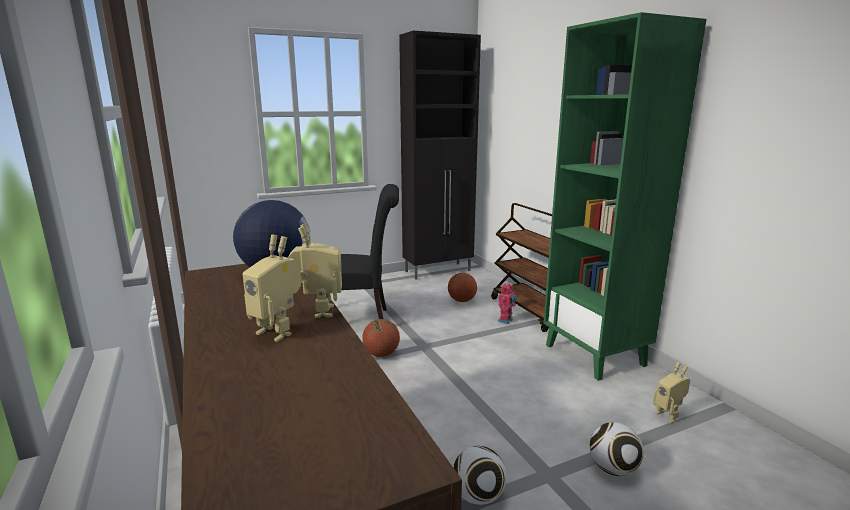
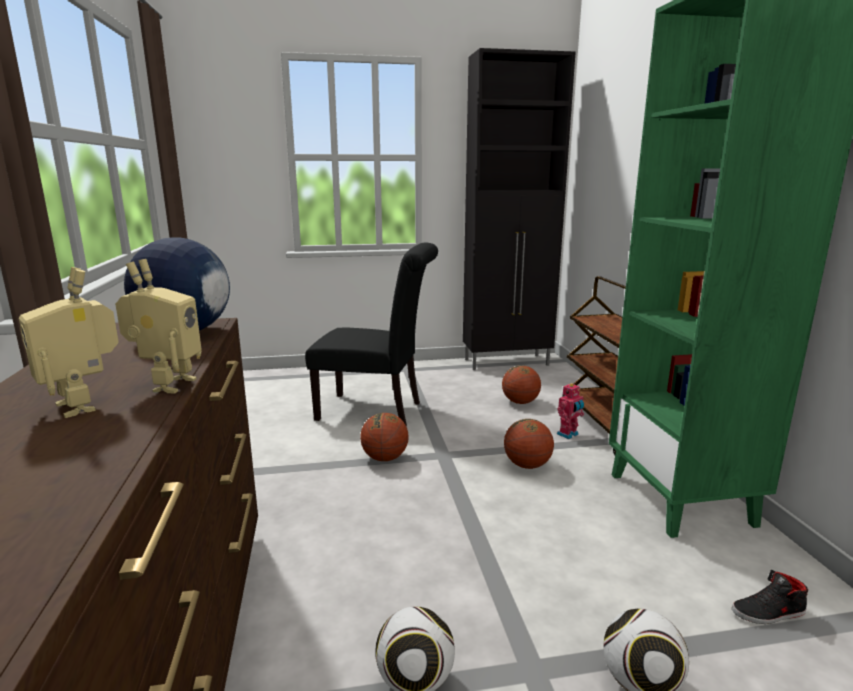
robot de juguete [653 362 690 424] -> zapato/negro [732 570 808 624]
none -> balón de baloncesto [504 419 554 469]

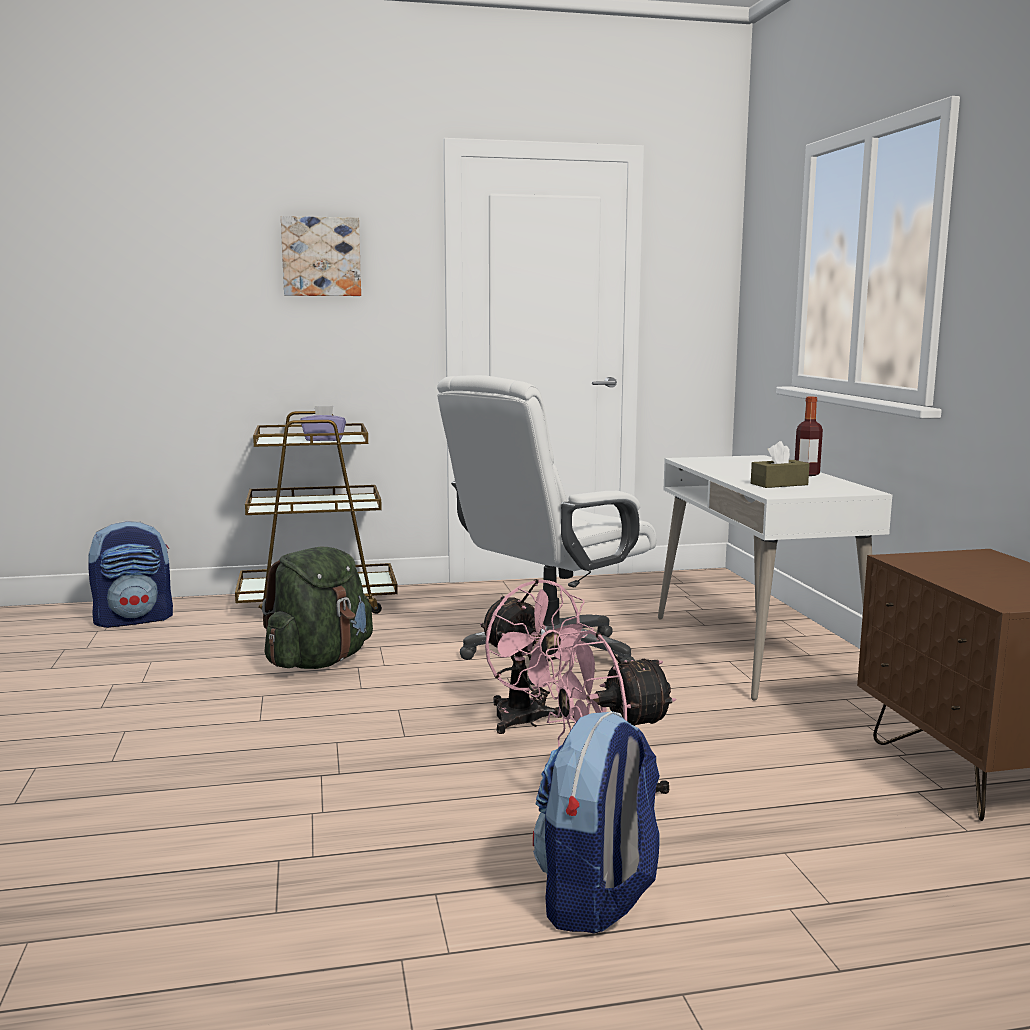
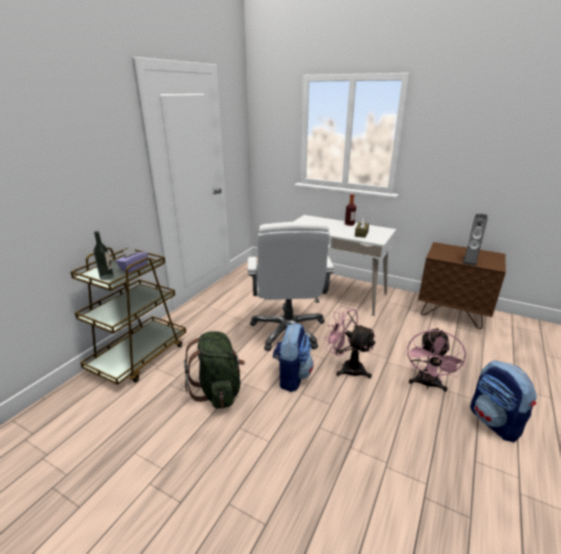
cuadro [281 216 361 296] -> none
mochila [88 521 173 628] -> mochila [273 323 314 392], move
ventilador/rosa [480 579 594 734] -> ventilador/rosa [324 306 376 379], 150 degrees counterclockwise
none -> altavoz [463 214 488 266]
none -> botella [93 231 114 280]

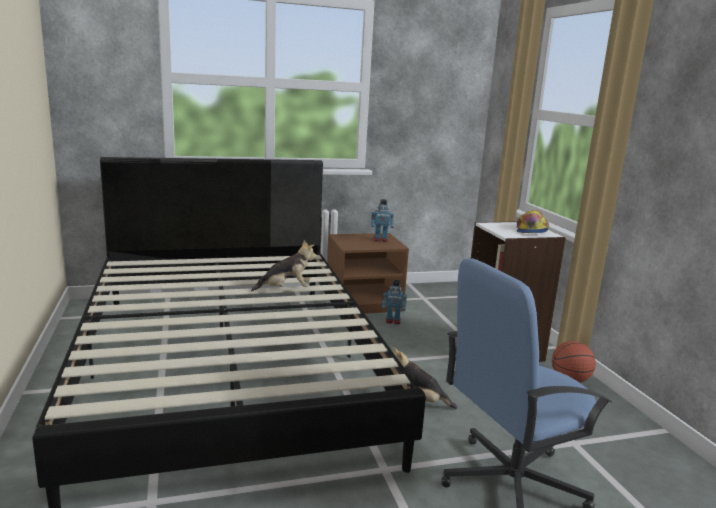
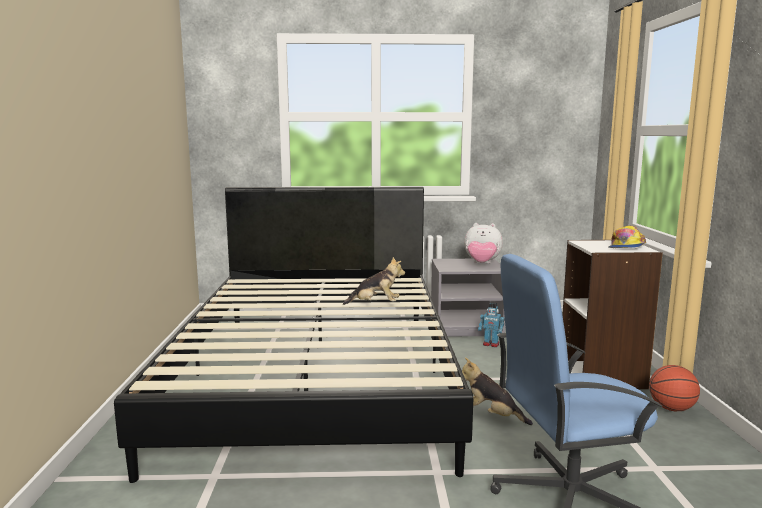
robot de juguete [371 199 394 242] -> peluche [464 223 503 264]
mesita de noche/marrón [327 233 409 314] -> mesita de noche/gris [431 258 505 337]

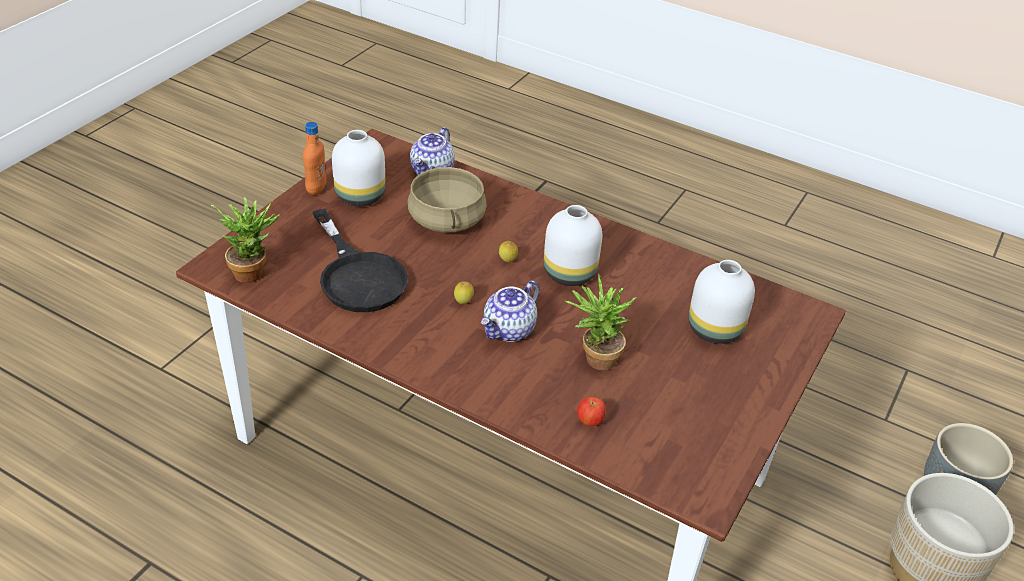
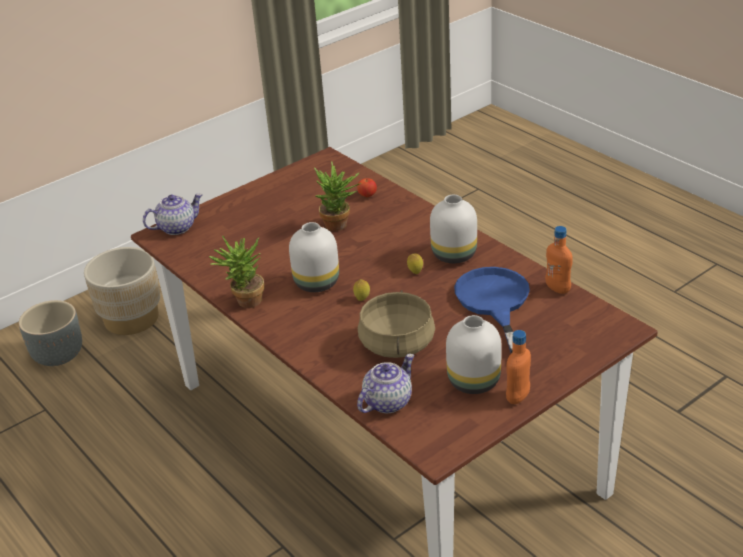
planta en maceta [211 197 281 283] -> planta en maceta [209 235 264 308], move
sartén/negro [313 209 408 312] -> sartén/azul [454 267 530 353]
florero/blanco [689 260 755 344] -> florero/blanco [430 195 477 263], move
tetera [481 280 540 342] -> tetera [143 193 203 235], move
none -> botella/naranja [545 226 573 294]

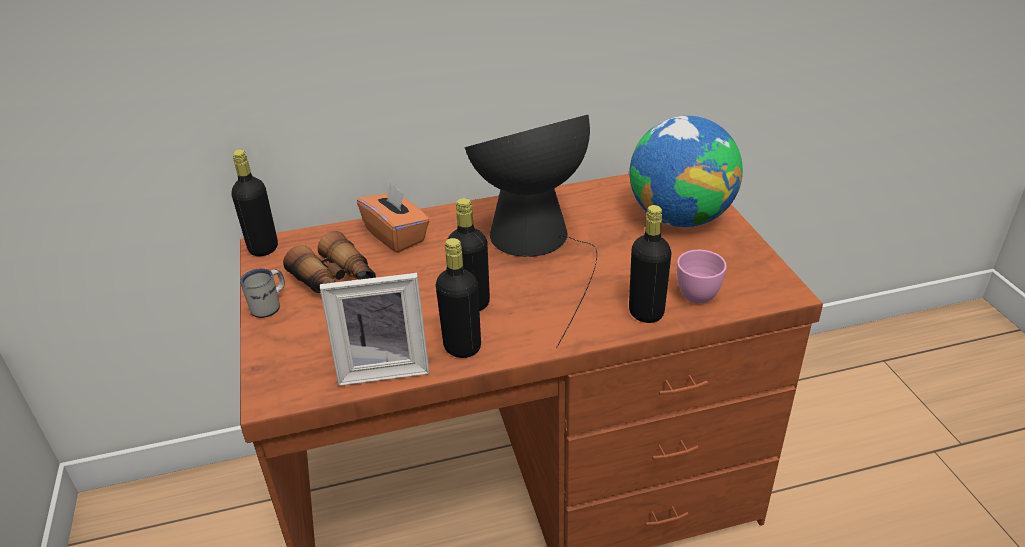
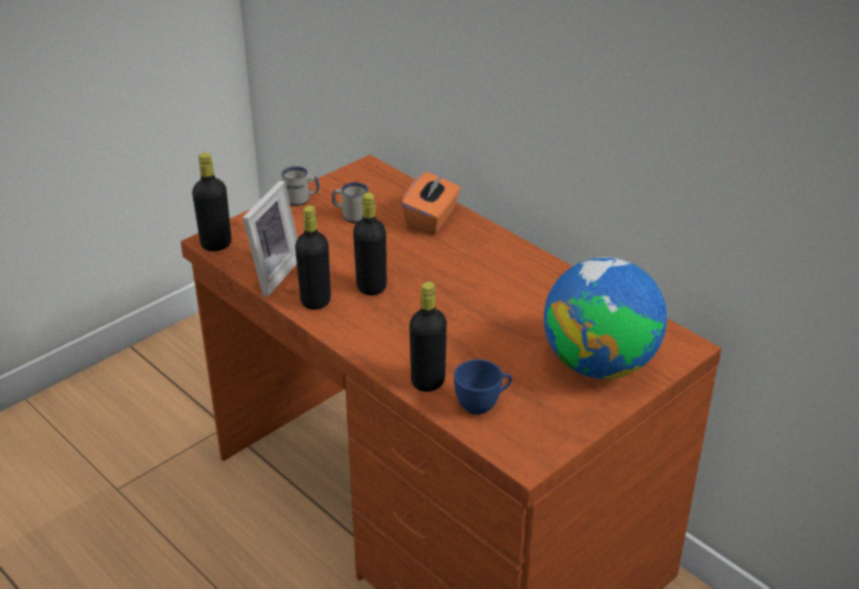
lámpara de mesa [464 114 597 348] -> none
botella/negro [232 149 278 256] -> botella/negro [192 153 231 251], move
prismáticos [283 231 376 293] -> taza grande/blanco [332 182 368 223]
taza/rosa [677 250 727 303] -> taza/azul [454 359 512 415]
portarretratos [320 273 430 386] -> portarretratos [243 181 298 297], 120 degrees counterclockwise

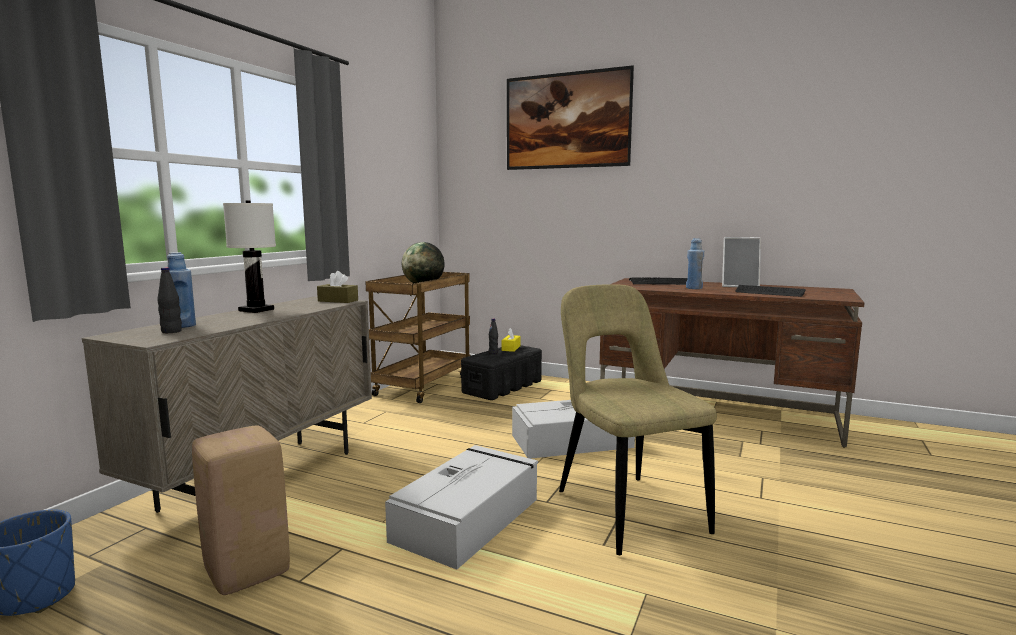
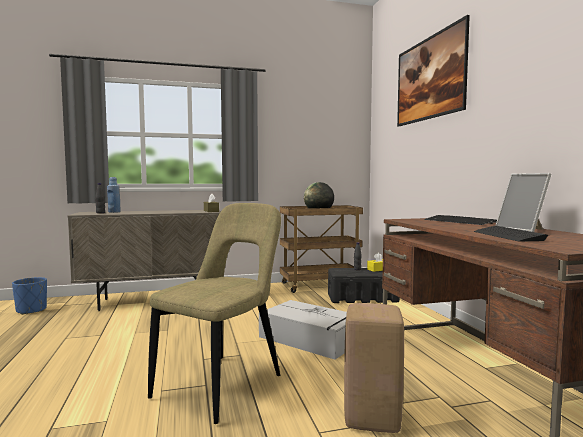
lámpara de mesa/blanco [223 201 276 313] -> none
botella/azul [686 238 704 289] -> none
taburete/beis [192 425 290 595] -> taburete/beis [344 303 404 433], move
caja de almacenaje/gris [385 445 538 570] -> none

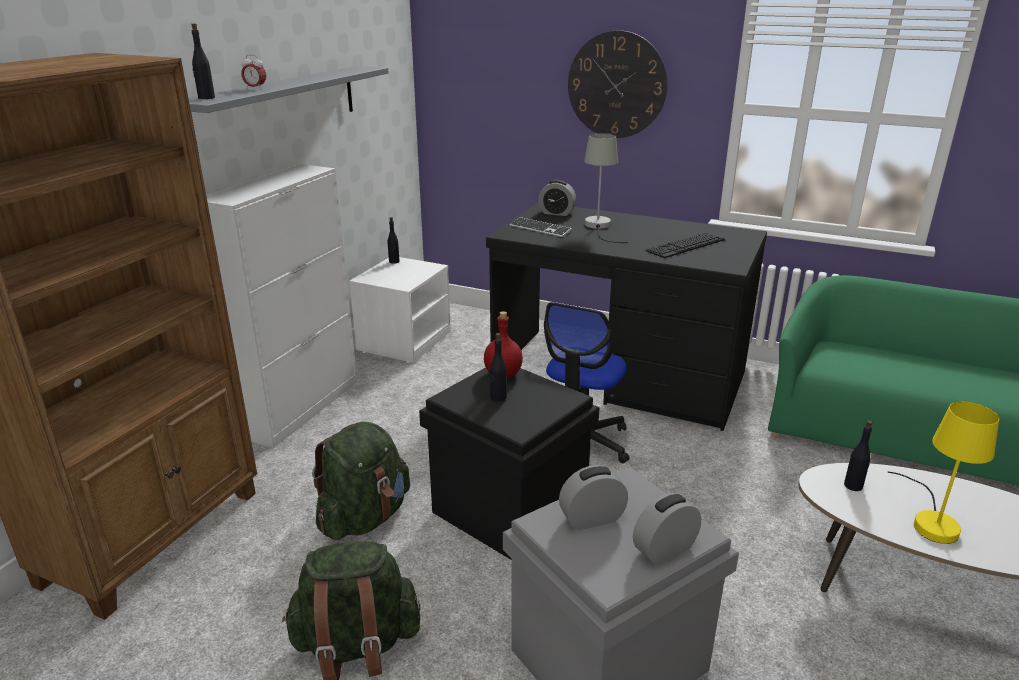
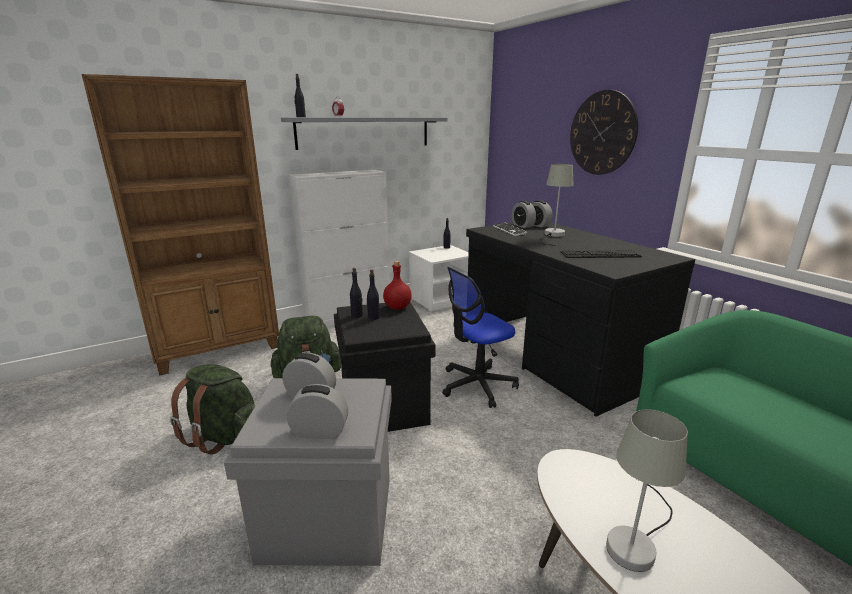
lámpara de mesa/amarillo [887 402 999 544] -> lámpara de mesa/gris [606 409 688 572]
botella/negro [844 421 872 491] -> botella/negro [350 268 363 318], move
none -> despertador [512 201 536 228]

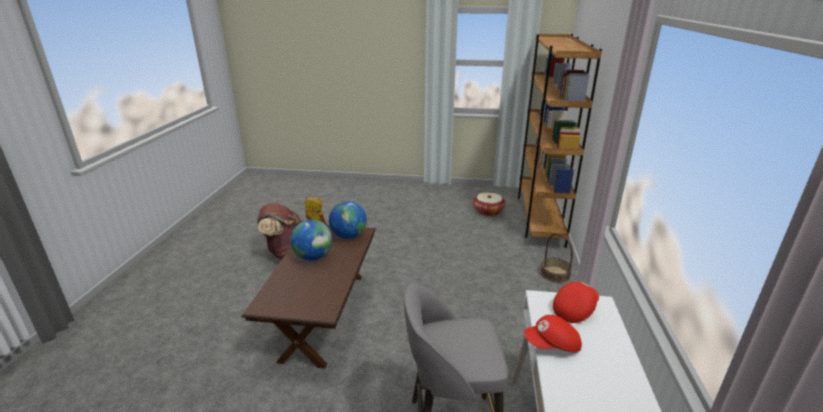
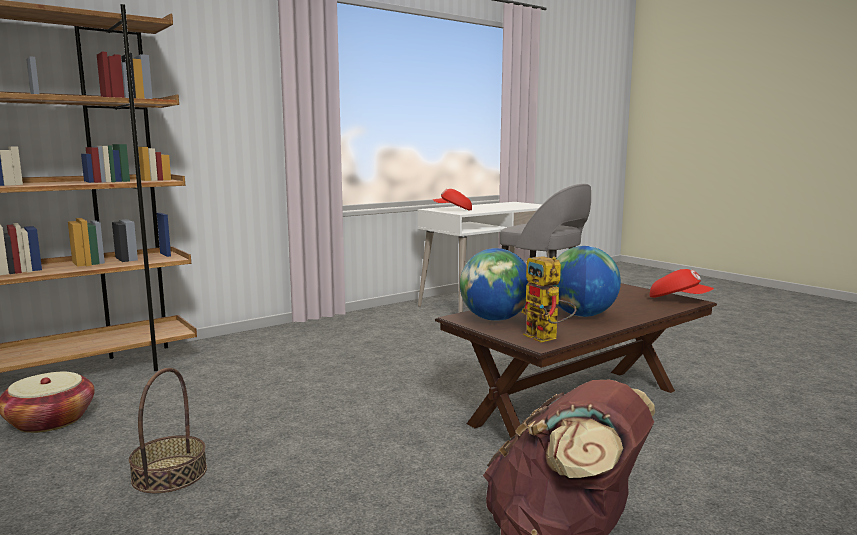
cesta [540 233 573 283] -> cesta [129 368 207 493], move
gorra/rojo [524 315 582 352] -> gorra/rojo [649 269 714 298], move

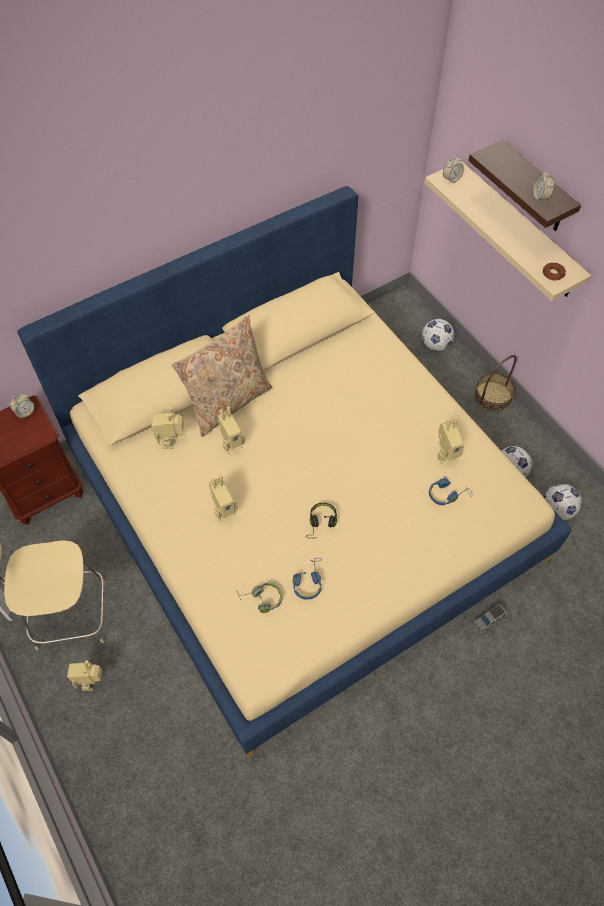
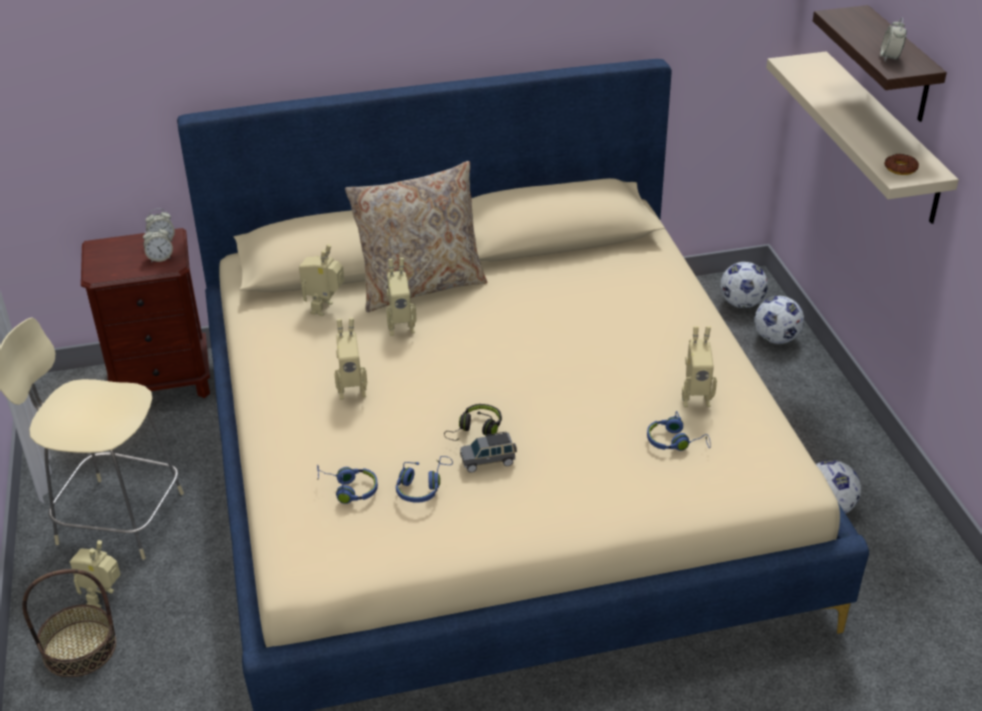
despertador [443 155 464 184] -> despertador [143 225 173 263], move
cesta [474 355 516 412] -> cesta [22 569 116 677], move
balón de fútbol [544 483 582 520] -> balón de fútbol [721 262 768 308], move
auriculares/gris [237 582 282 613] -> auriculares/azul [317 465 378 504]
coche de juguete/gris [474 604 507 633] -> coche de juguete/gris [460 432 517 473], move

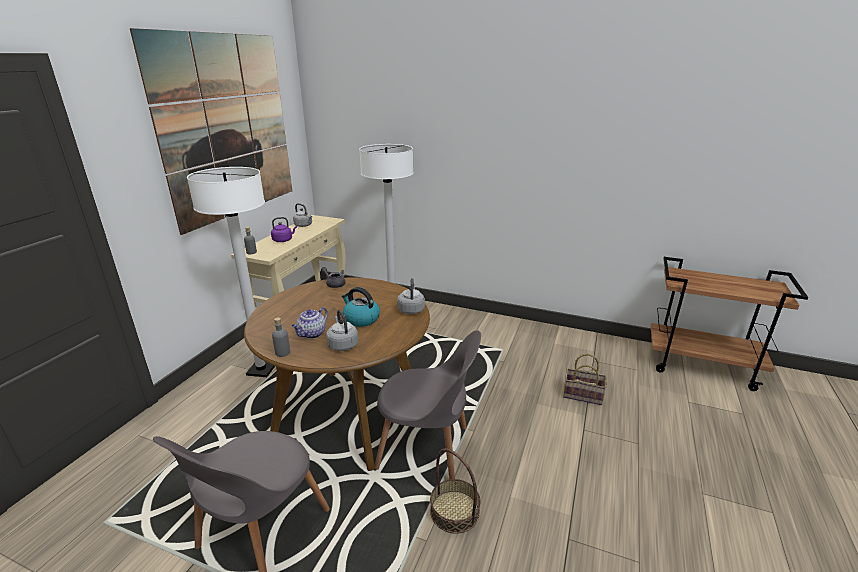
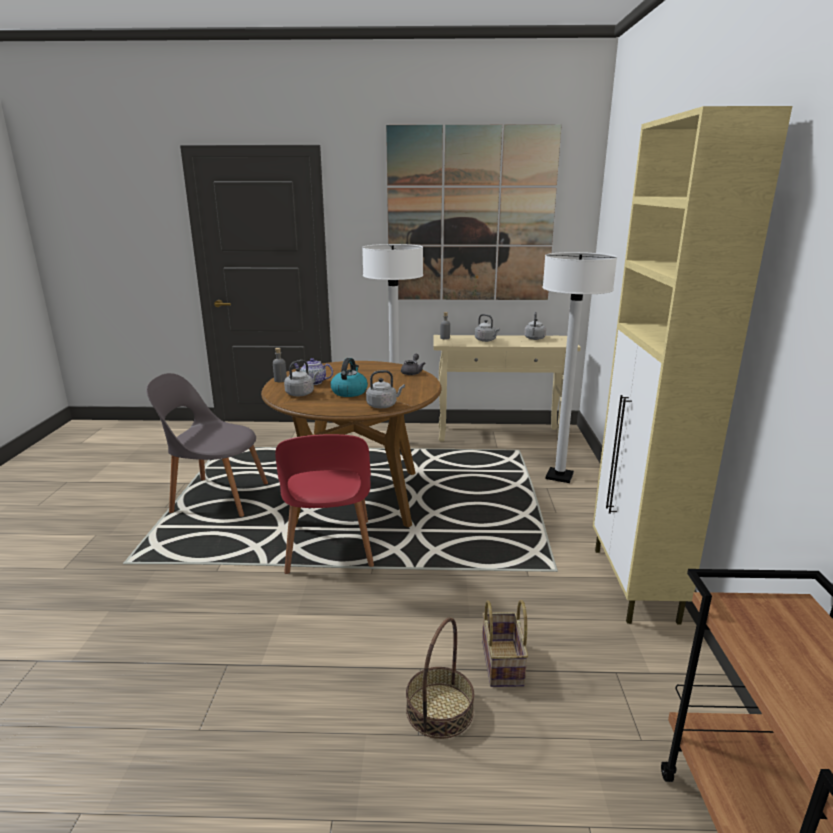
hervidor/morado [271 217 297 242] -> hervidor/gris [475 314 500 342]
silla/gris [374 330 481 479] -> silla/rojo [275 434 374 574]
cesta [430 448 481 534] -> cesta [406 617 474 739], move
none -> armario/beis [593 106 792 625]

